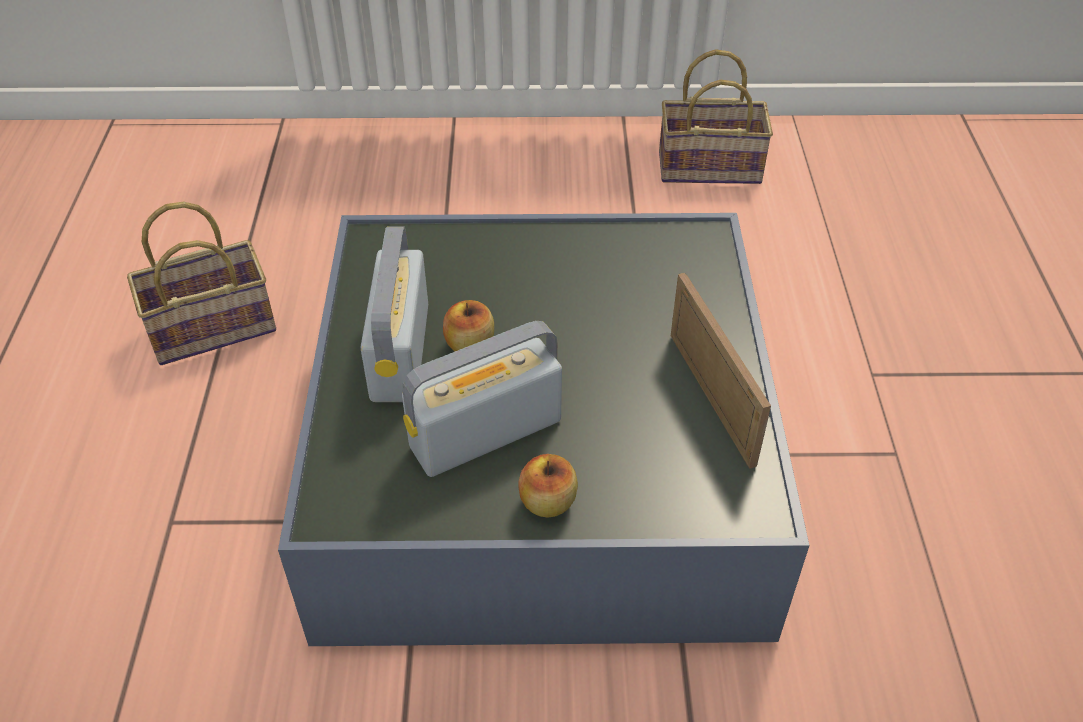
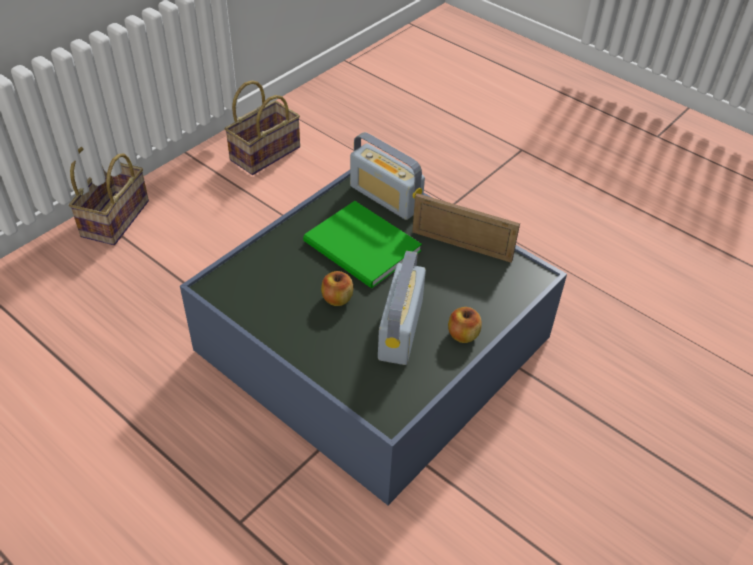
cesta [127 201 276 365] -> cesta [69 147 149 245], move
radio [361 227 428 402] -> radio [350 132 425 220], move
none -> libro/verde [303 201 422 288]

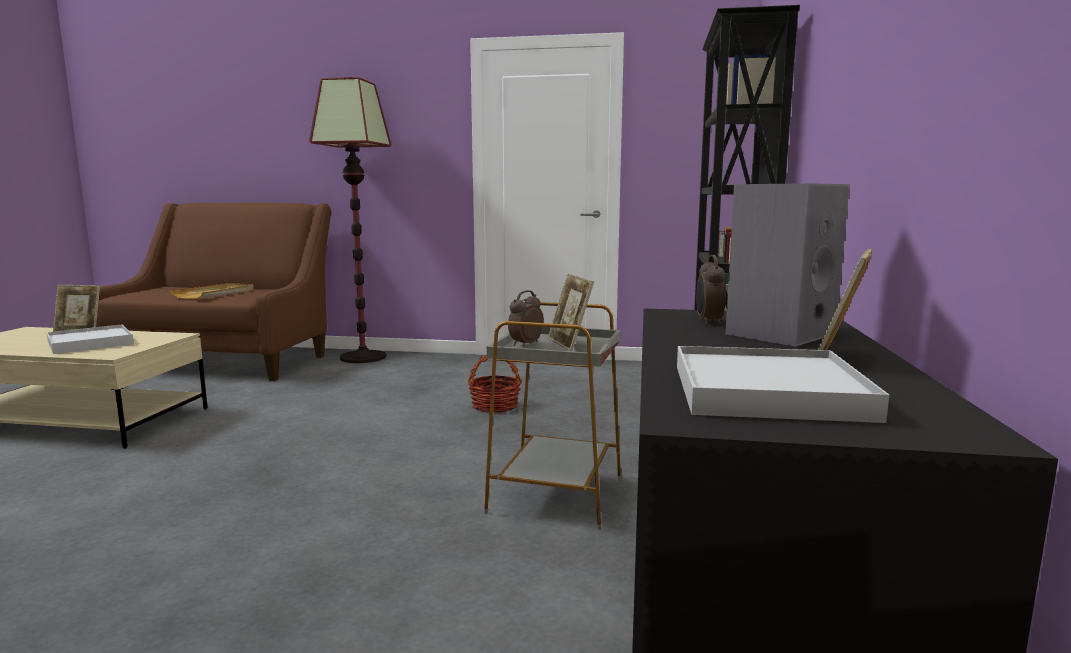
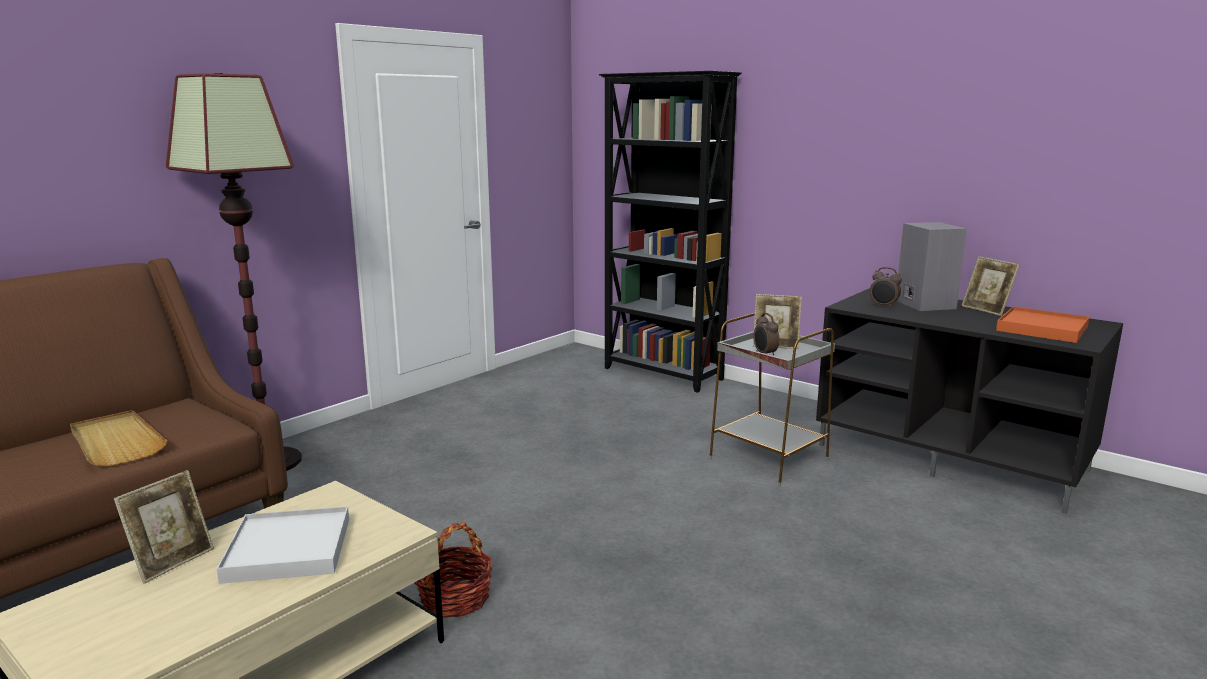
bandeja/blanco [677 346 889 423] -> bandeja/naranja [996 306 1089 343]
cesta [468 355 522 413] -> cesta [415 522 493 618], move

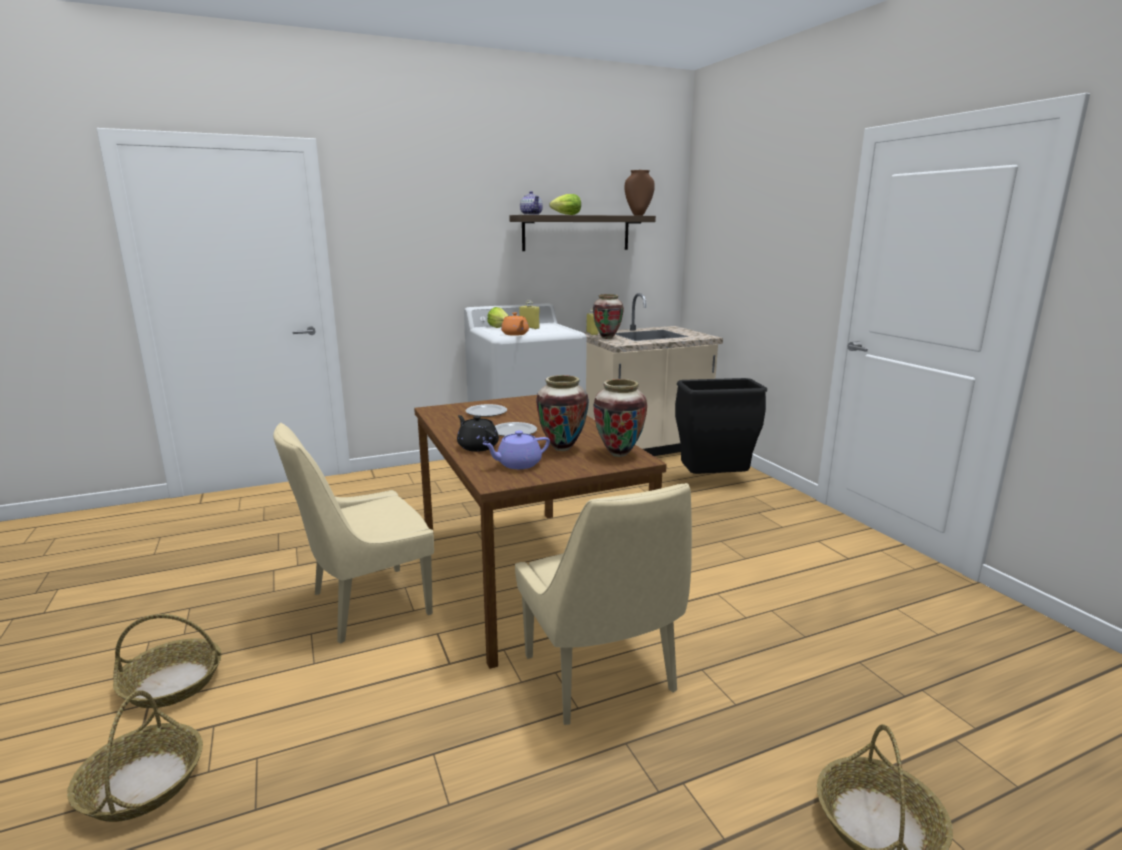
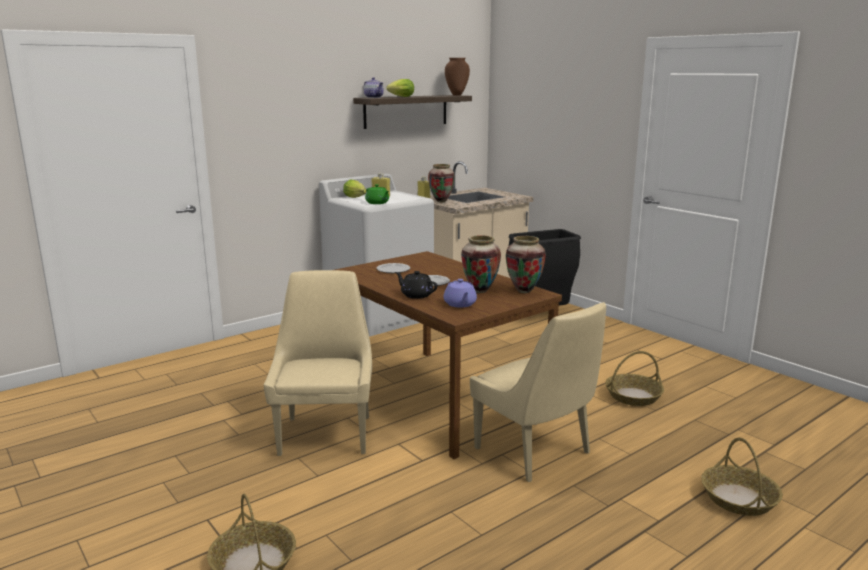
tetera/naranja [501 312 529 336] -> tetera/verde [365 184 389 204]
silla/beis [273 423 434 644] -> silla/beis [264 270 372 456], 135 degrees clockwise
tetera/morado [483 431 550 469] -> tetera/morado [444 279 477 308], 60 degrees counterclockwise
cesta [113 614 222 708] -> cesta [605 351 664 406], move

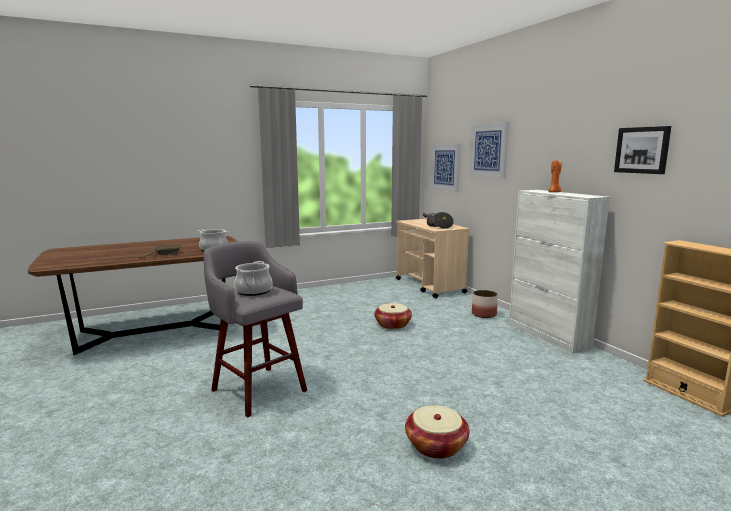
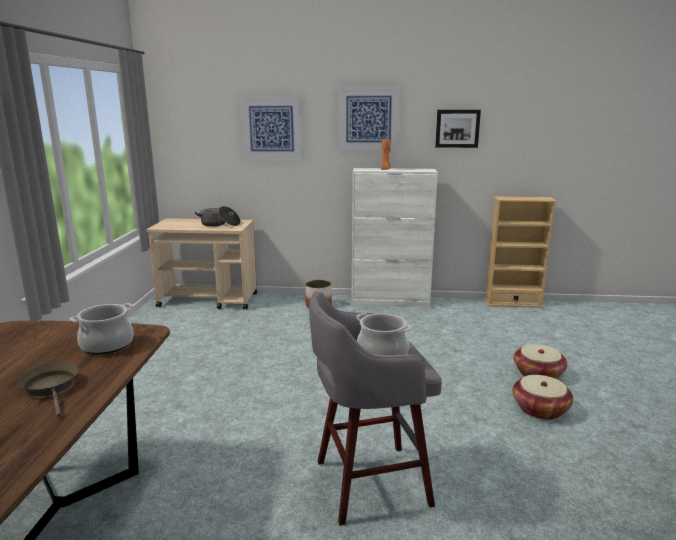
cuadro [430 143 461 192] -> cuadro [338 86 401 151], move
cesta [374 303 412 329] -> cesta [514 344 567 379], move

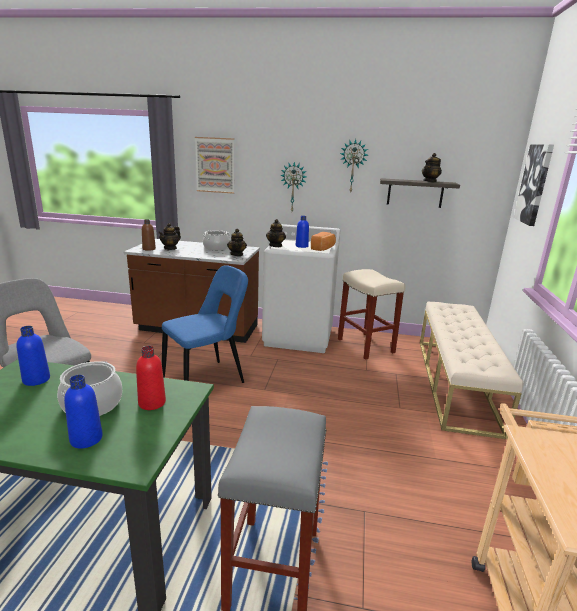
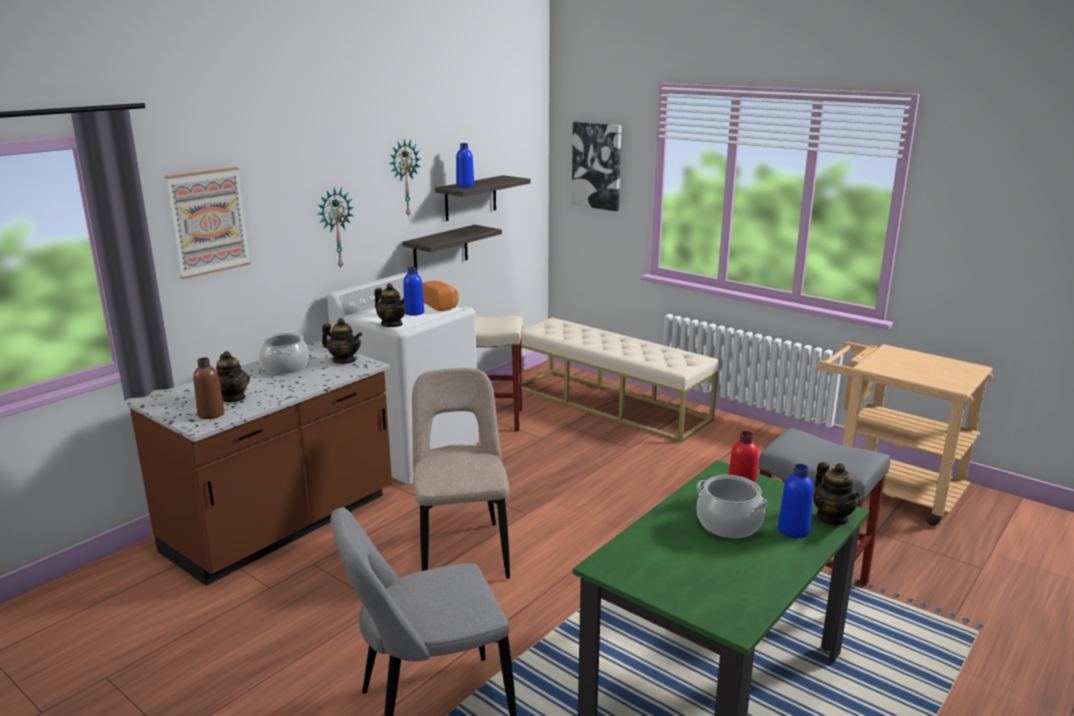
tetera [422 153 442 182] -> tetera [813 462 860 526], move
silla/azul [162 265 248 383] -> silla/beis [412 368 510 579]
botella/azul [16 326 50 386] -> botella/azul [456 143 474 188], move
none -> estante [403 225 502 273]

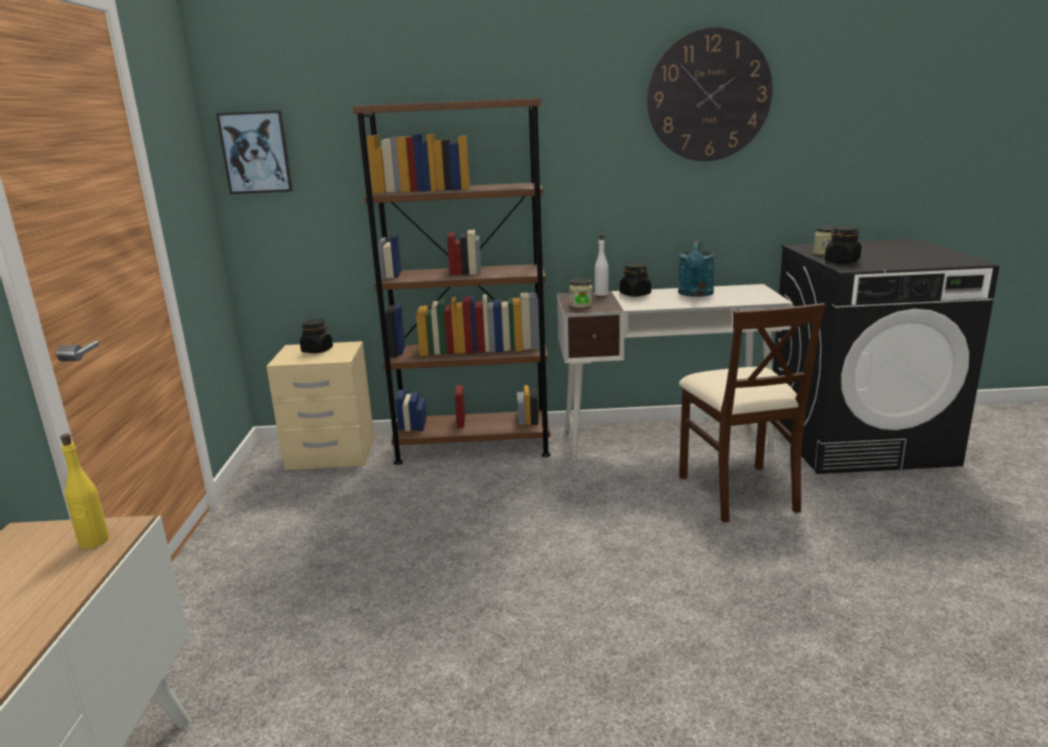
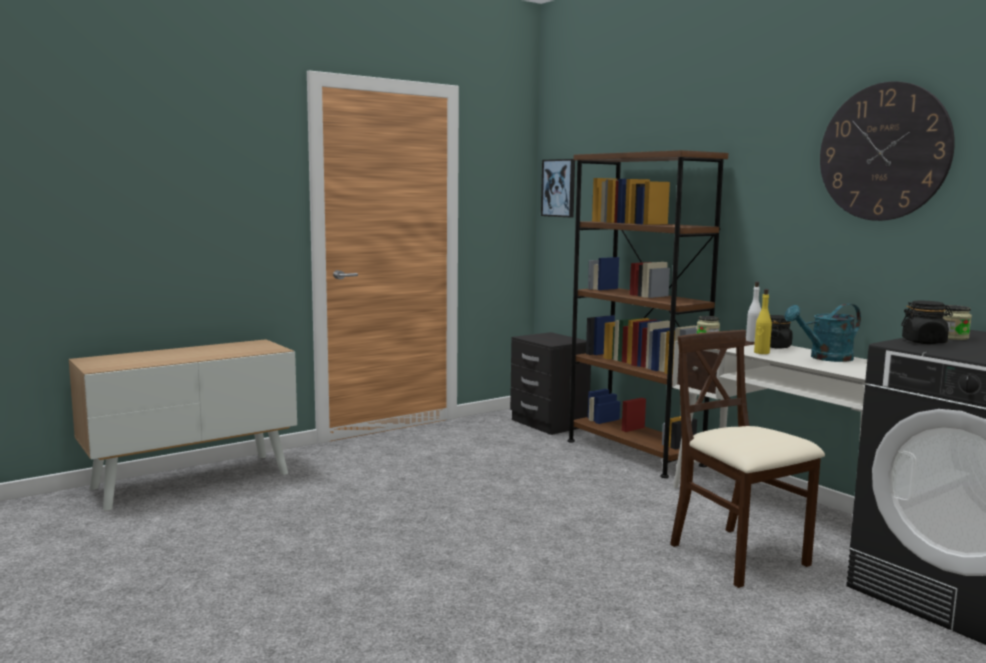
silla/beis [679 303 826 523] -> silla/beis [670 330 825 588], 105 degrees clockwise
tarro/negro [300 319 333 353] -> none
mesita de noche/beis [266 341 374 470] -> mesita de noche/negro [510 332 591 435]
botella/amarillo [60 433 109 548] -> botella/amarillo [754 289 772 354], move

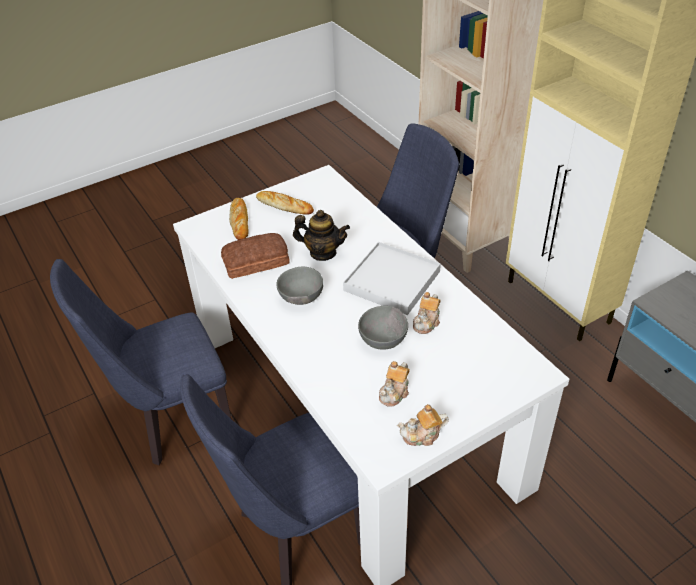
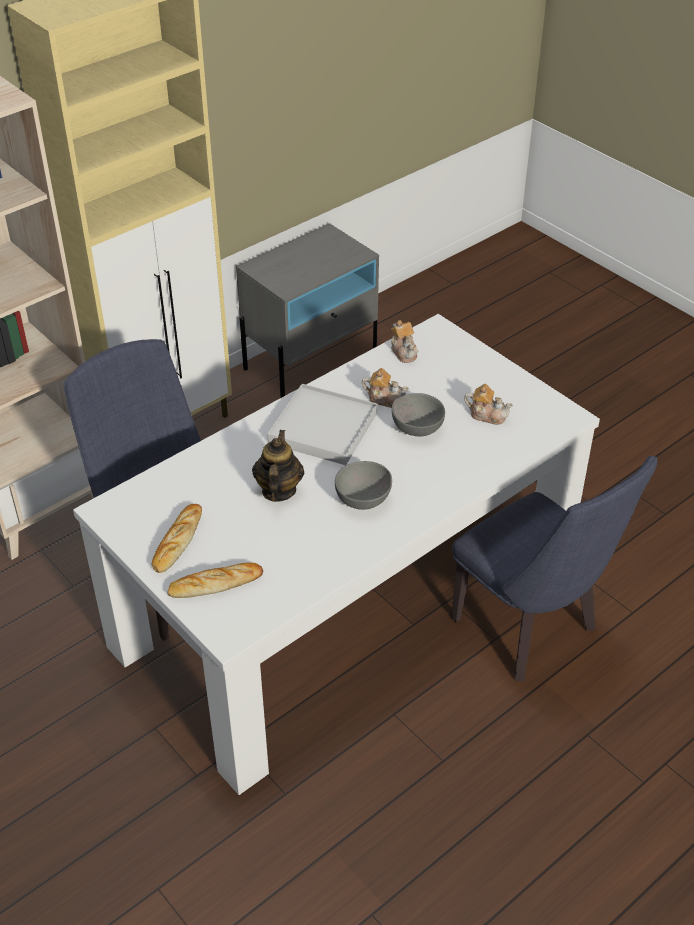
pan [221 233 290 279] -> none
silla/azul [50 259 231 465] -> none
tetera [397 404 449 446] -> tetera [391 320 418 363], move

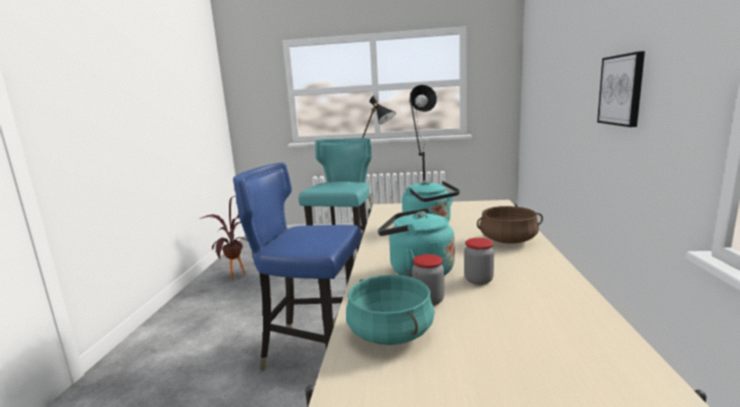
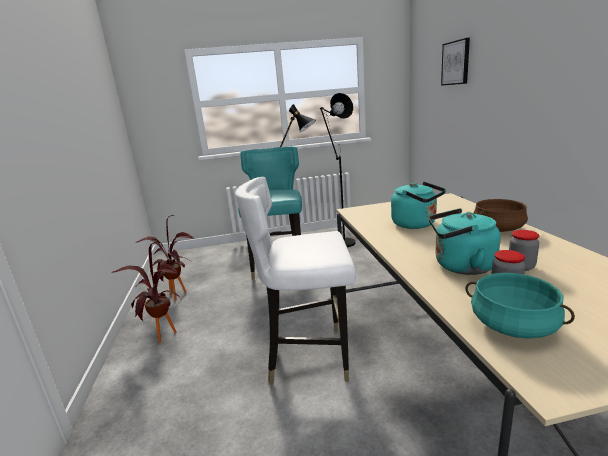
cuadro [597 51 645 127] -> cuadro [441 38 470 86], move
silla/azul [233 163 361 371] -> silla/blanco [235 177 356 383]
none -> planta en maceta [112 242 181 343]

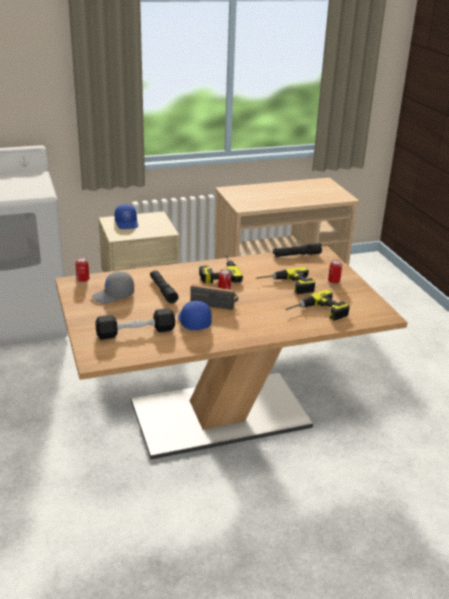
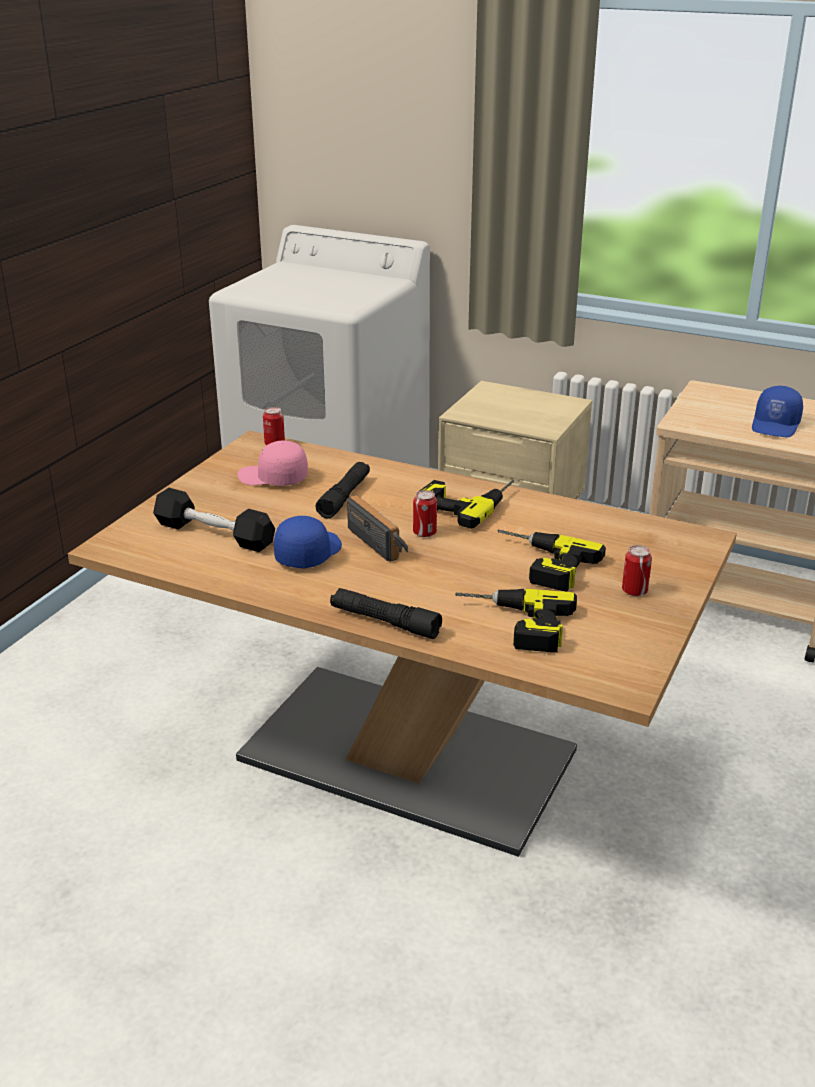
gorra/azul [114 204 138 229] -> gorra/azul [752 386 803 437], move
linterna/negro [273 243 322 257] -> linterna/negro [330 588 442 639], move
gorra/gris [92 272 134 304] -> gorra/rosa [237 440 308 486]

